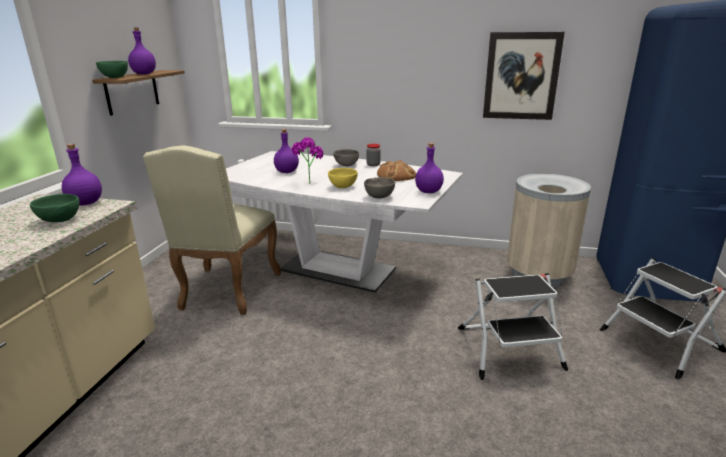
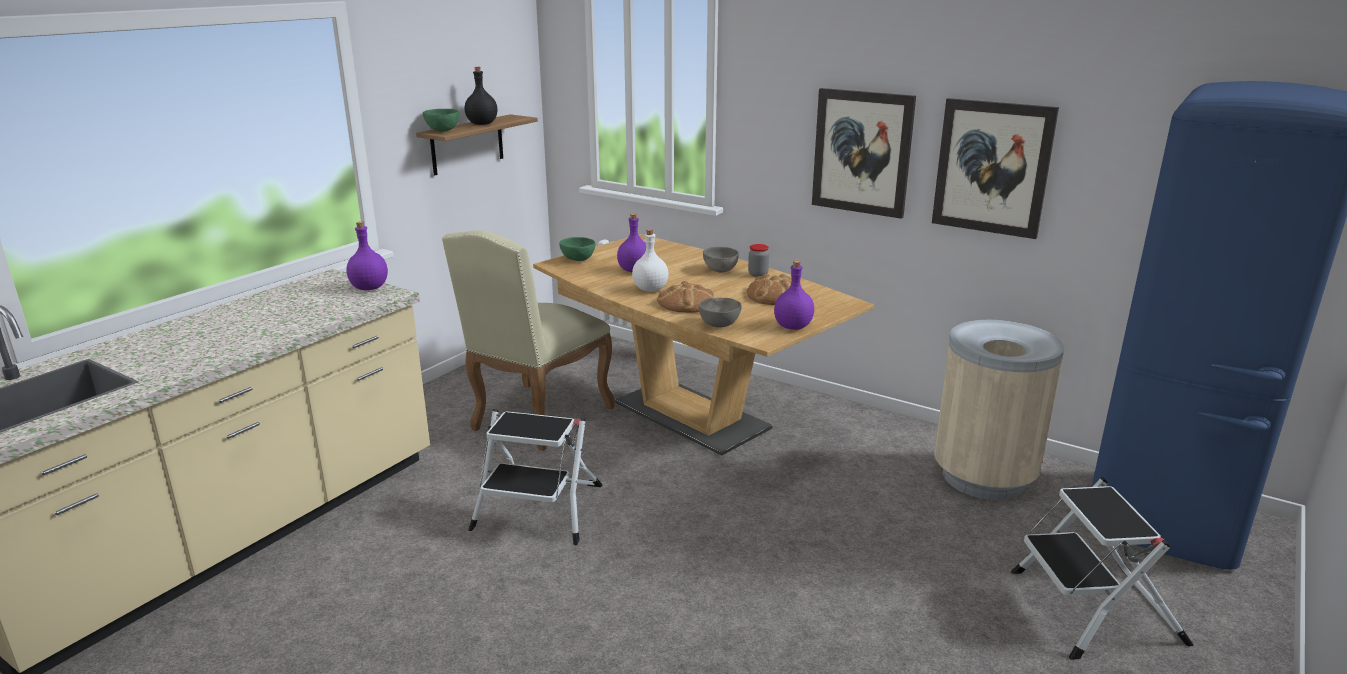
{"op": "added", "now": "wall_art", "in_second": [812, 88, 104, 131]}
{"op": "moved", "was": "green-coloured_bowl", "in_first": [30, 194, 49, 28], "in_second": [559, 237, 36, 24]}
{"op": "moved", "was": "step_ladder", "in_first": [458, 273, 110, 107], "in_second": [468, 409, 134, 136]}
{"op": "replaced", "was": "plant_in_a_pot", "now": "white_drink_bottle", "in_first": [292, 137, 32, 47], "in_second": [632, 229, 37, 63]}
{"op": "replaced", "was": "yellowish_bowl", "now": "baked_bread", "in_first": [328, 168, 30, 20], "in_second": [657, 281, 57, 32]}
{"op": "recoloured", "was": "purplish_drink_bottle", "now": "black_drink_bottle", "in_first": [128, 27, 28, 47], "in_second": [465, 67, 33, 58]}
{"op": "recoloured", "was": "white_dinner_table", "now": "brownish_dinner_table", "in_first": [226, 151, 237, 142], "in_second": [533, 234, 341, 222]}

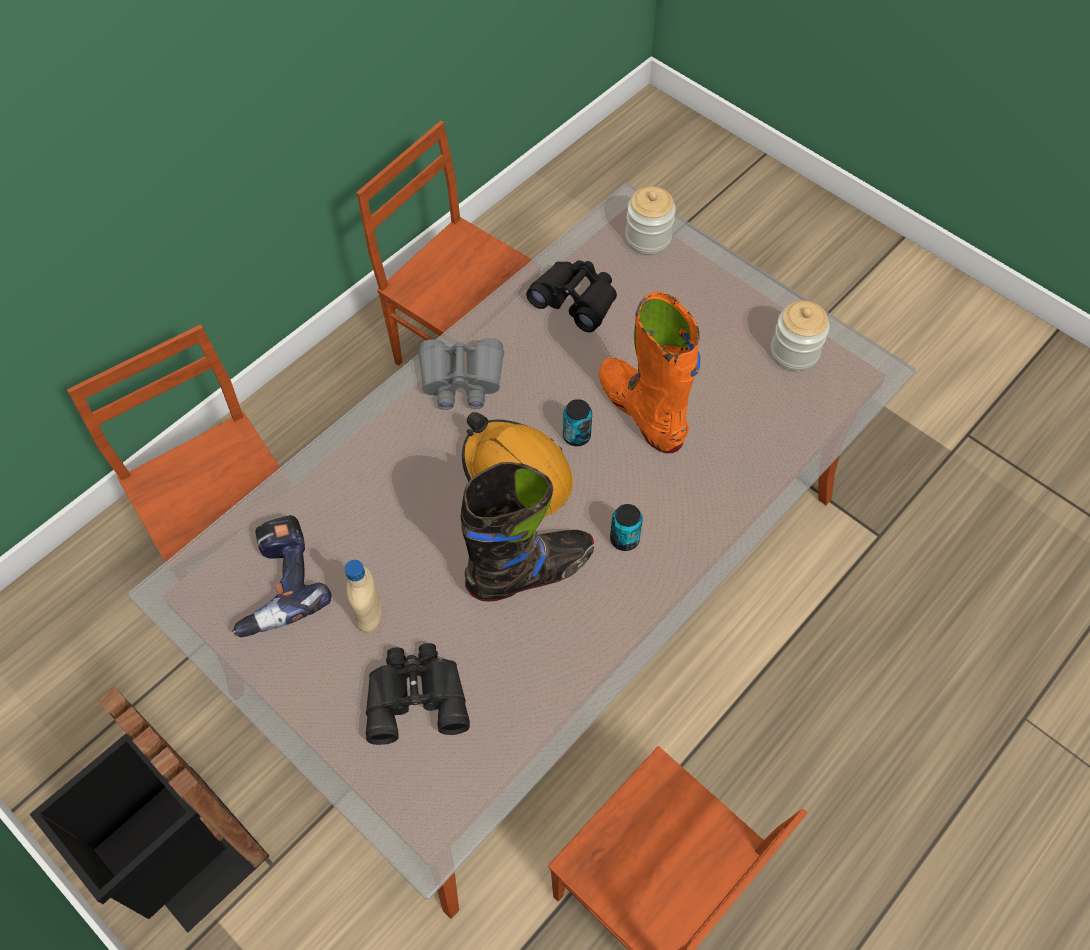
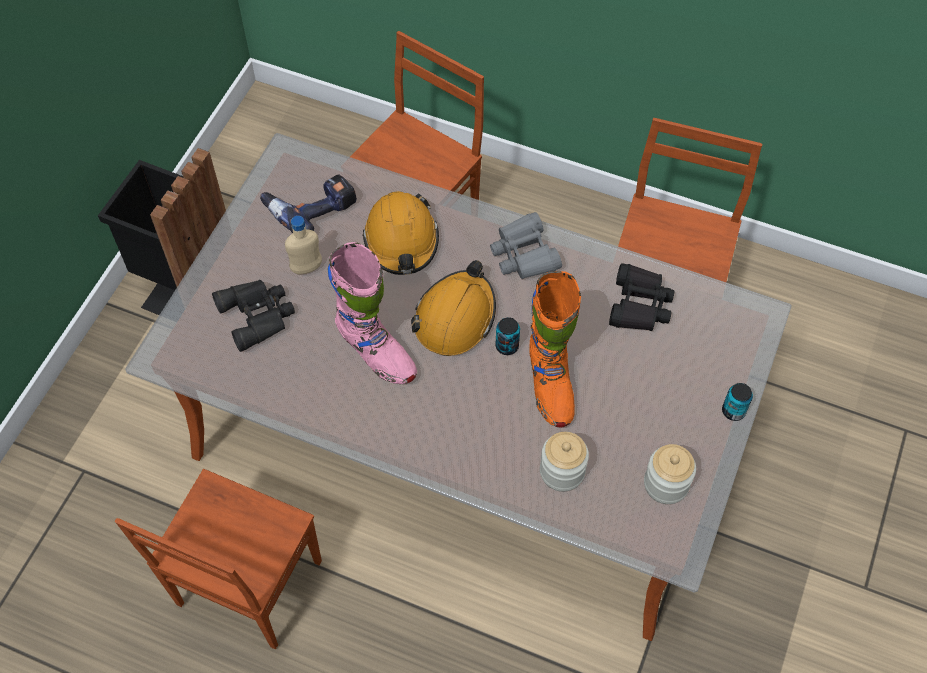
{"op": "added", "now": "orangey_hard_hat", "in_second": [363, 191, 76, 84]}
{"op": "moved", "was": "can", "in_first": [610, 504, 33, 47], "in_second": [722, 383, 31, 38]}
{"op": "moved", "was": "storage_jar", "in_first": [625, 186, 51, 69], "in_second": [540, 432, 49, 60]}
{"op": "recoloured", "was": "black_high-top_boot", "now": "pink_high-top_boot", "in_first": [461, 462, 133, 139], "in_second": [328, 242, 89, 142]}
{"op": "turned", "was": "orangey_high-top_boot", "in_first": [599, 292, 101, 161], "in_second": [529, 271, 52, 157], "clockwise": 135}

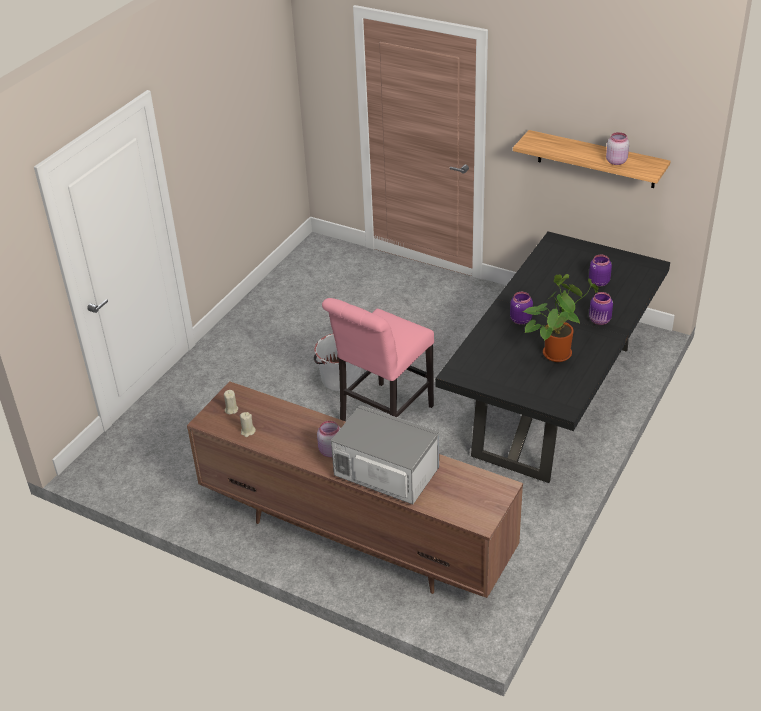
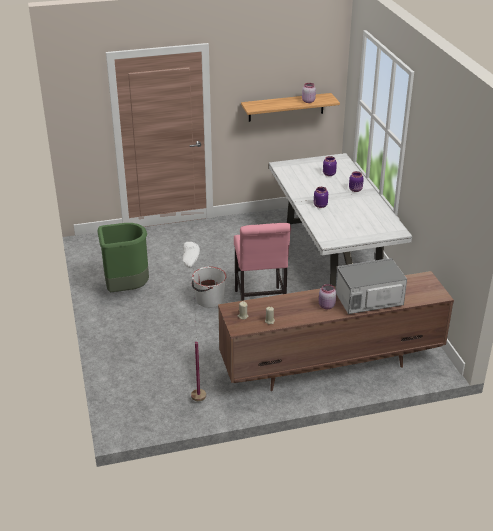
{"op": "removed", "was": "plant_in_a_pot", "in_first": [523, 274, 76, 88]}
{"op": "added", "now": "green-coloured_trash_can", "in_second": [97, 223, 52, 69]}
{"op": "added", "now": "white_standing_lamp", "in_second": [182, 242, 24, 159]}
{"op": "recoloured", "was": "black_dinner_table", "now": "white_dinner_table", "in_first": [435, 231, 235, 252], "in_second": [269, 153, 143, 133]}

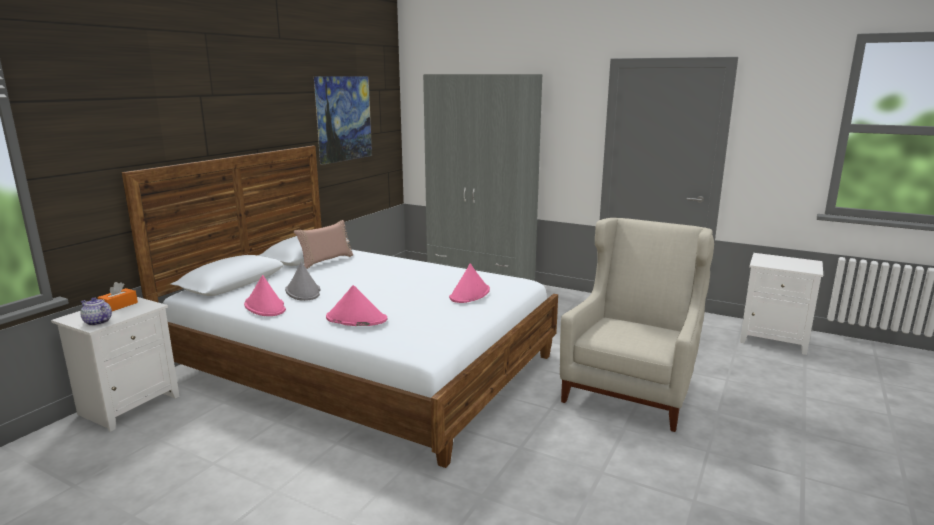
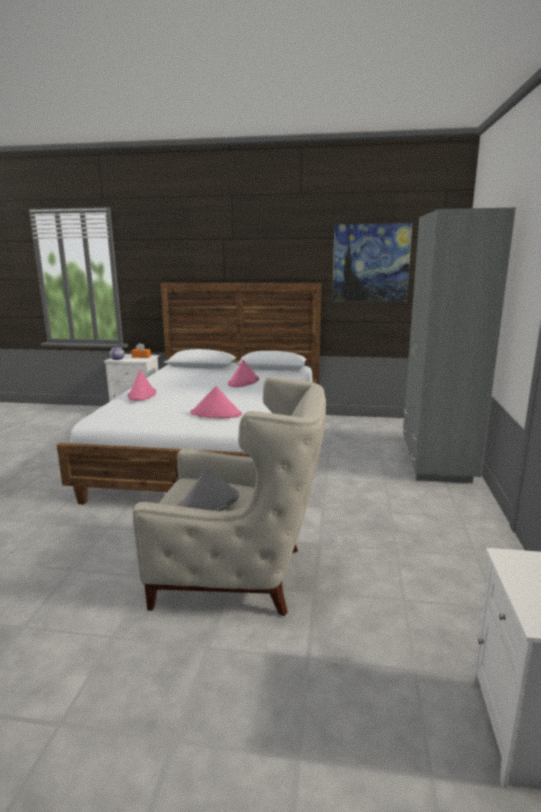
{"op": "removed", "was": "sand-coloured_pillow", "in_first": [294, 220, 59, 49]}
{"op": "moved", "was": "pink_wearable_hat", "in_first": [244, 275, 42, 41], "in_second": [228, 359, 31, 28]}
{"op": "moved", "was": "gray_wearable_hat", "in_first": [285, 261, 36, 40], "in_second": [178, 468, 61, 43]}

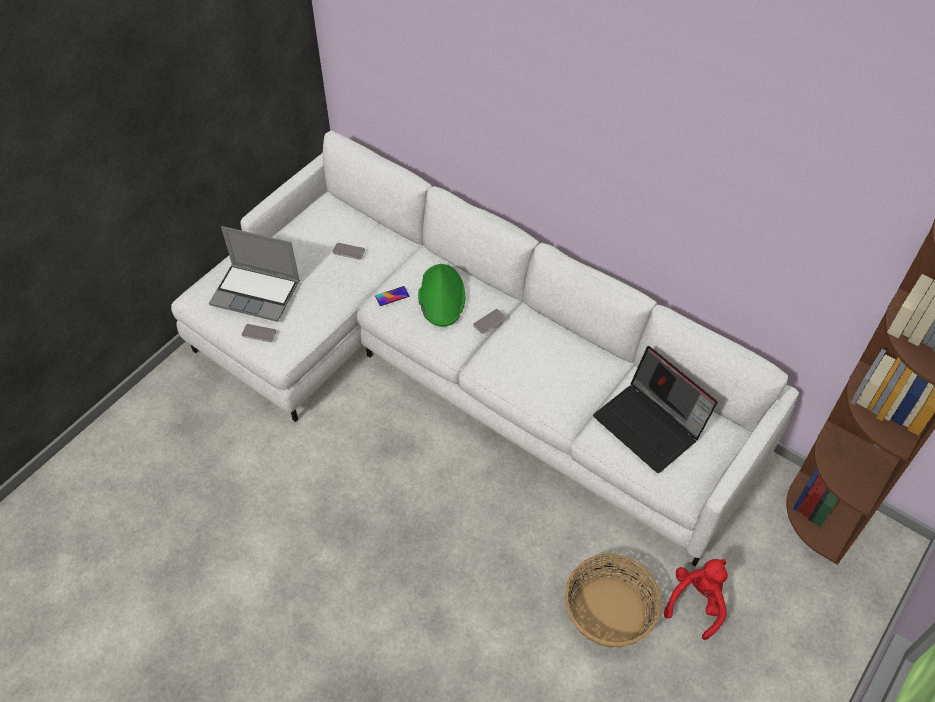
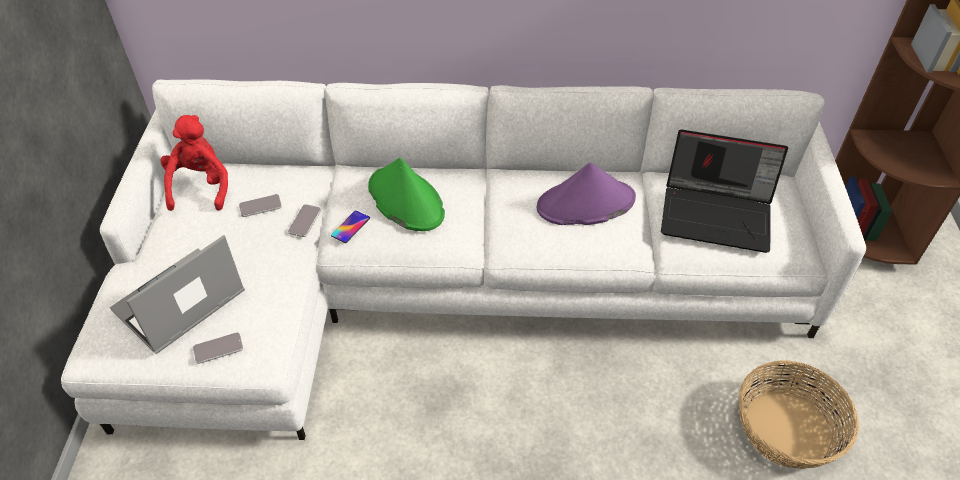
{"op": "added", "now": "purplish_wearable_hat", "in_second": [537, 163, 99, 62]}
{"op": "moved", "was": "telephone", "in_first": [473, 309, 33, 25], "in_second": [288, 204, 33, 33]}
{"op": "moved", "was": "red_soft_toy", "in_first": [664, 559, 64, 81], "in_second": [161, 115, 67, 96]}
{"op": "turned", "was": "laptop", "in_first": [209, 226, 91, 96], "in_second": [109, 235, 136, 119], "clockwise": 150}

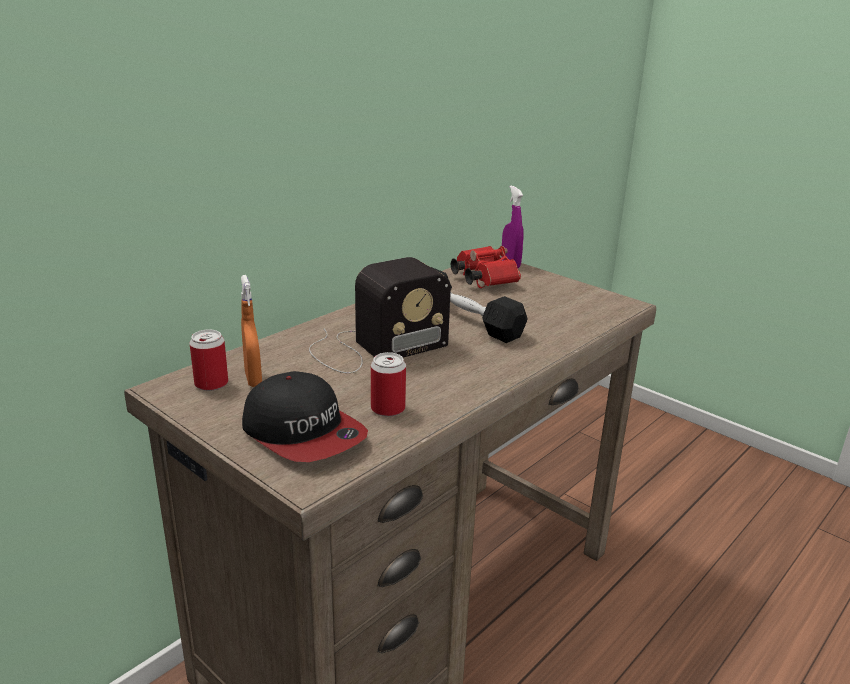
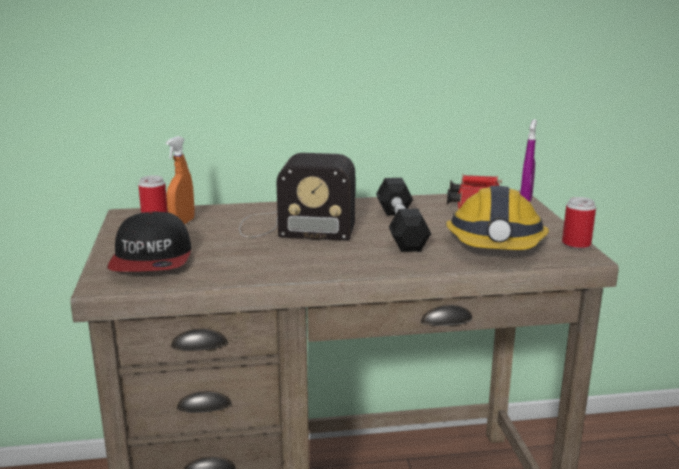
{"op": "added", "now": "hard_hat", "in_second": [446, 186, 103, 64]}
{"op": "moved", "was": "can", "in_first": [371, 352, 35, 65], "in_second": [562, 197, 34, 52]}

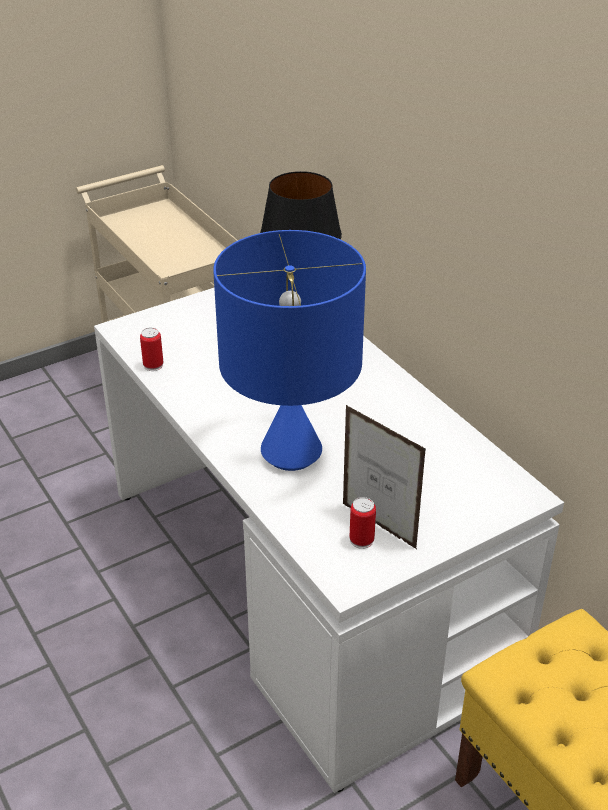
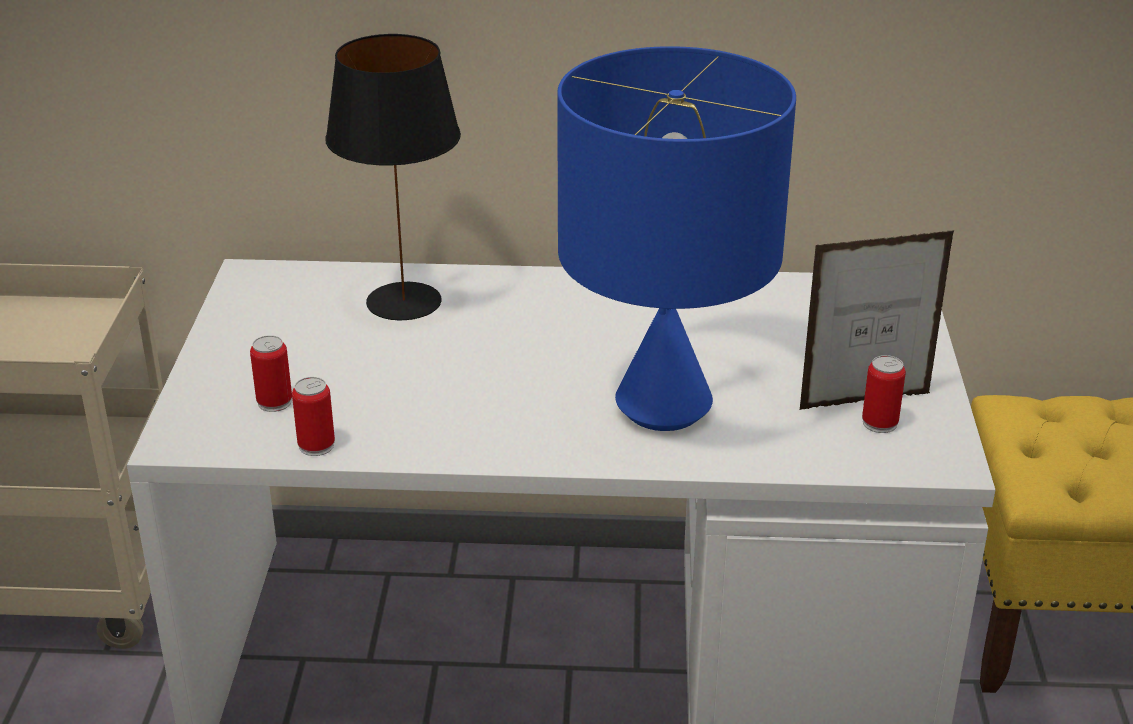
{"op": "added", "now": "can", "in_second": [250, 335, 42, 77]}

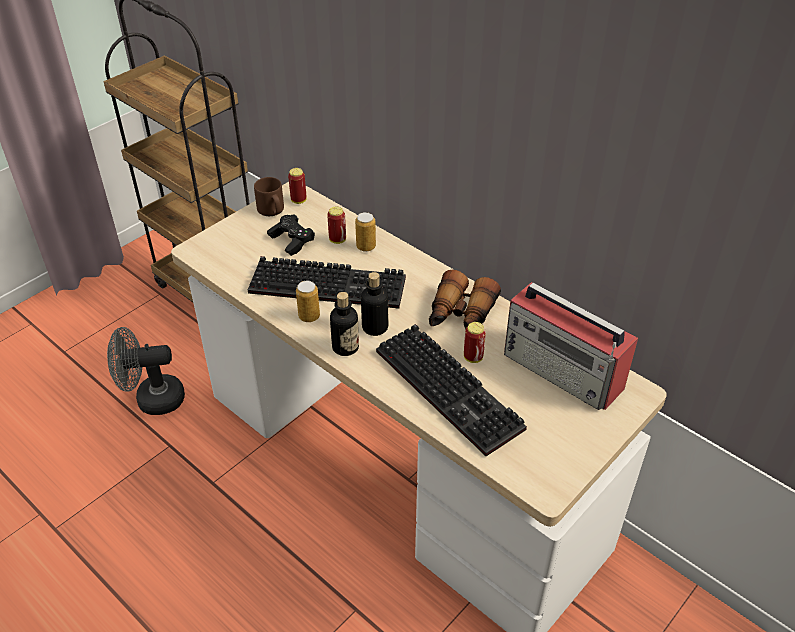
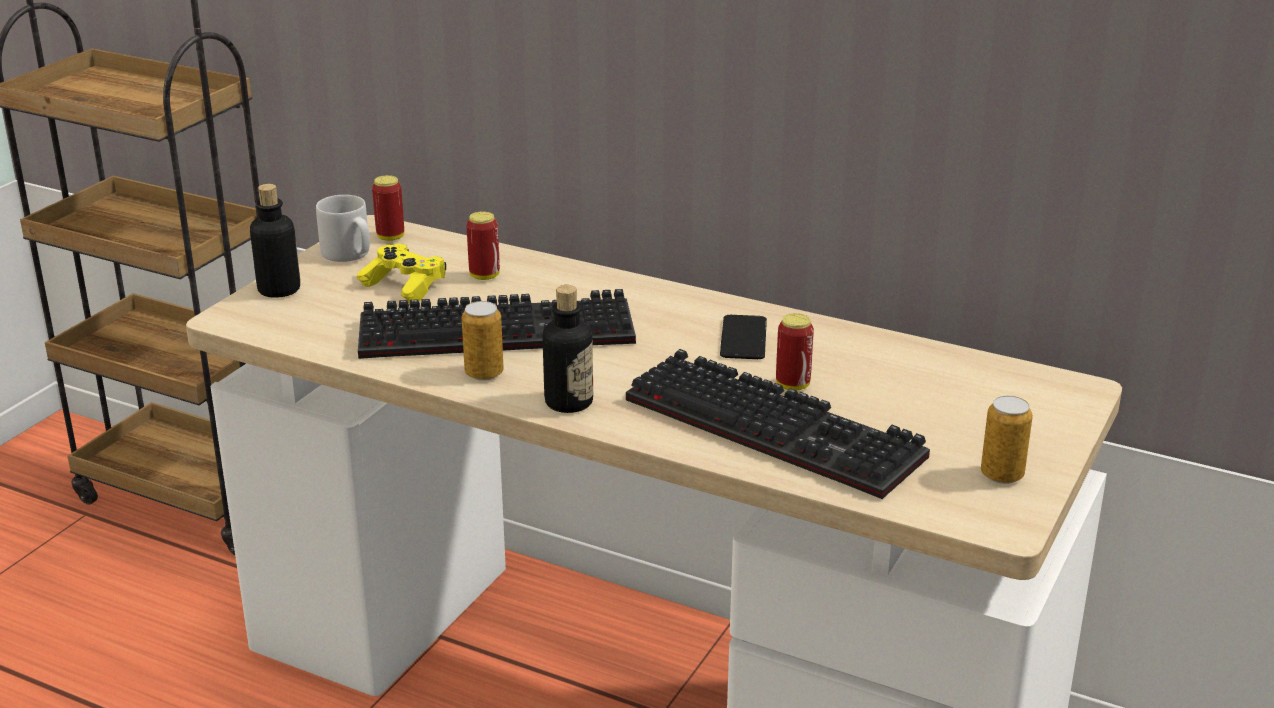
{"op": "removed", "was": "gray_fan", "in_first": [107, 327, 78, 88]}
{"op": "removed", "was": "radio", "in_first": [504, 282, 134, 128]}
{"op": "moved", "was": "can", "in_first": [355, 212, 21, 40], "in_second": [981, 396, 52, 88]}
{"op": "moved", "was": "drink_bottle", "in_first": [361, 272, 27, 64], "in_second": [250, 184, 50, 114]}
{"op": "replaced", "was": "field_glasses", "now": "telephone", "in_first": [429, 270, 72, 59], "in_second": [720, 315, 47, 44]}
{"op": "recoloured", "was": "brownish_mug", "now": "gray_mug", "in_first": [254, 177, 30, 39], "in_second": [316, 195, 54, 67]}
{"op": "recoloured", "was": "black_game_controller", "now": "yellowish_game_controller", "in_first": [267, 214, 48, 42], "in_second": [357, 243, 89, 60]}

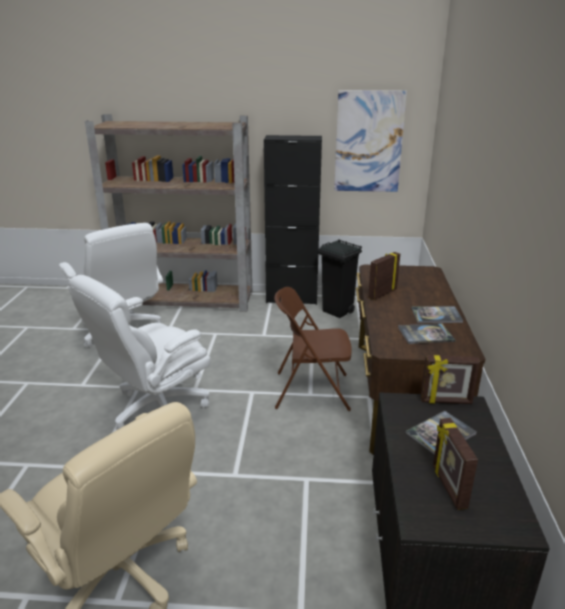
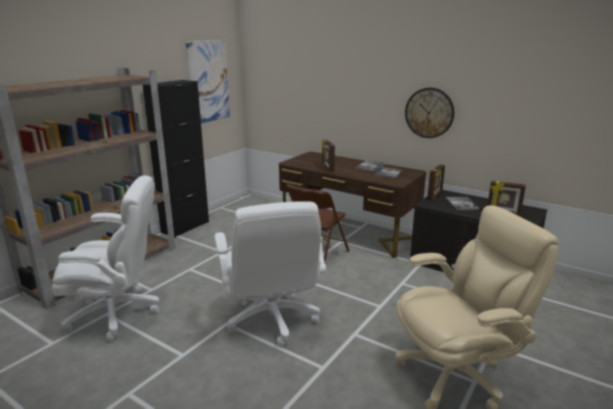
{"op": "removed", "was": "black_trash_can", "in_first": [317, 239, 45, 79]}
{"op": "added", "now": "clock_on_the_wall", "in_second": [405, 88, 49, 50]}

